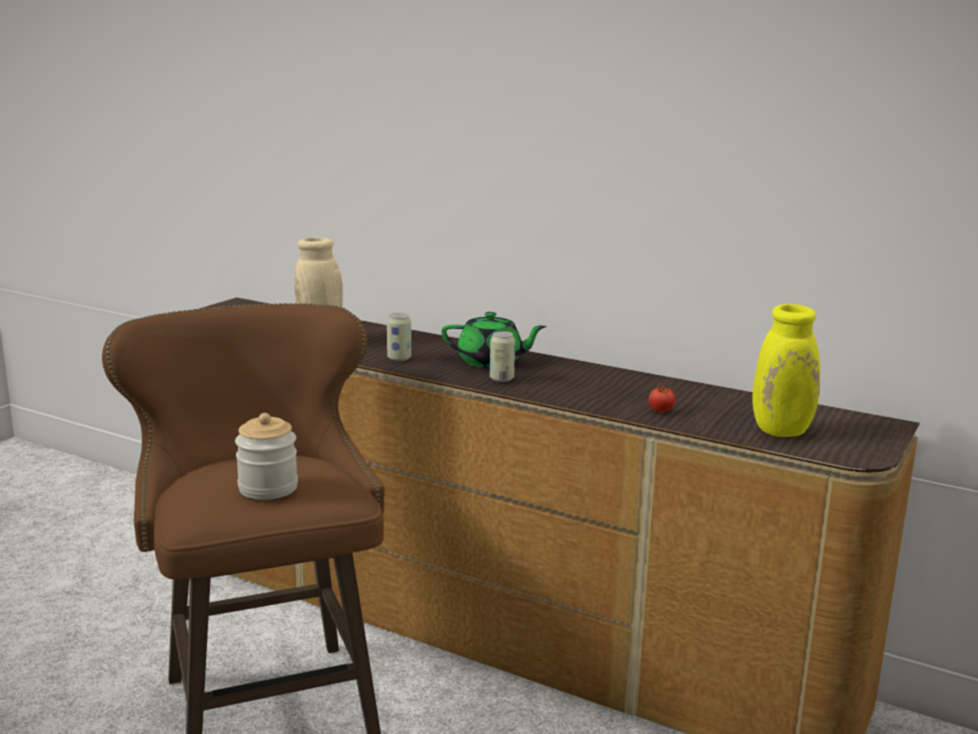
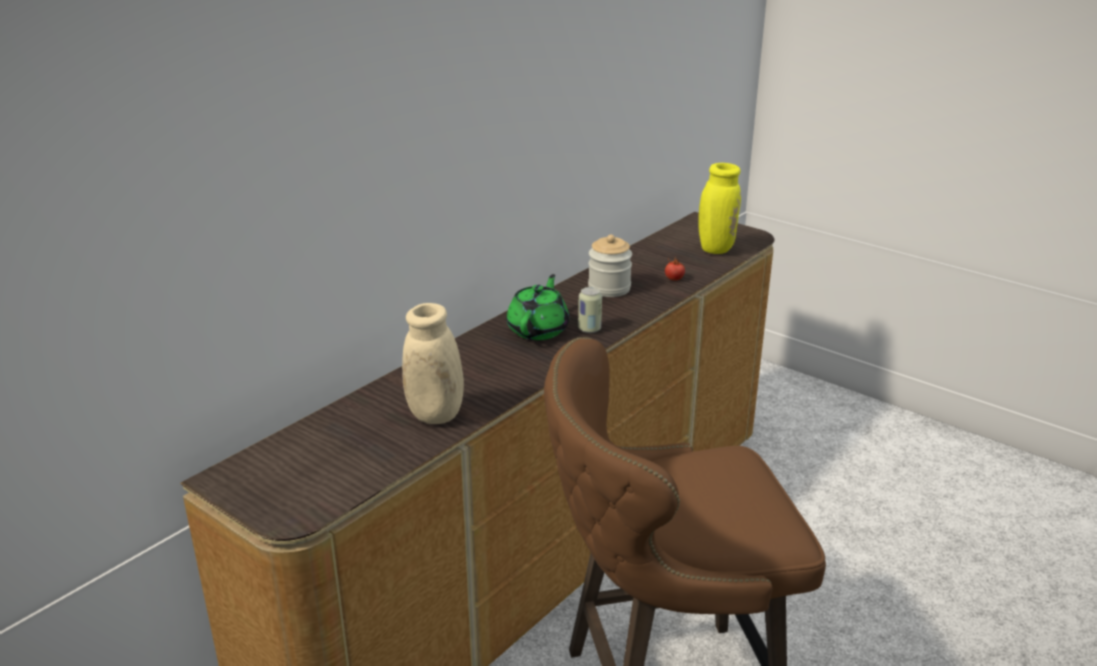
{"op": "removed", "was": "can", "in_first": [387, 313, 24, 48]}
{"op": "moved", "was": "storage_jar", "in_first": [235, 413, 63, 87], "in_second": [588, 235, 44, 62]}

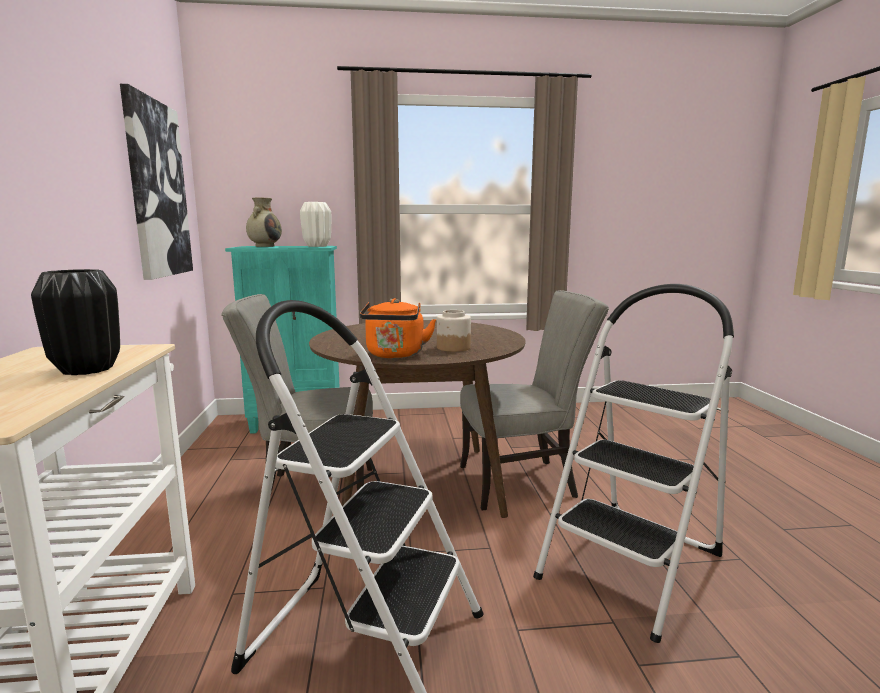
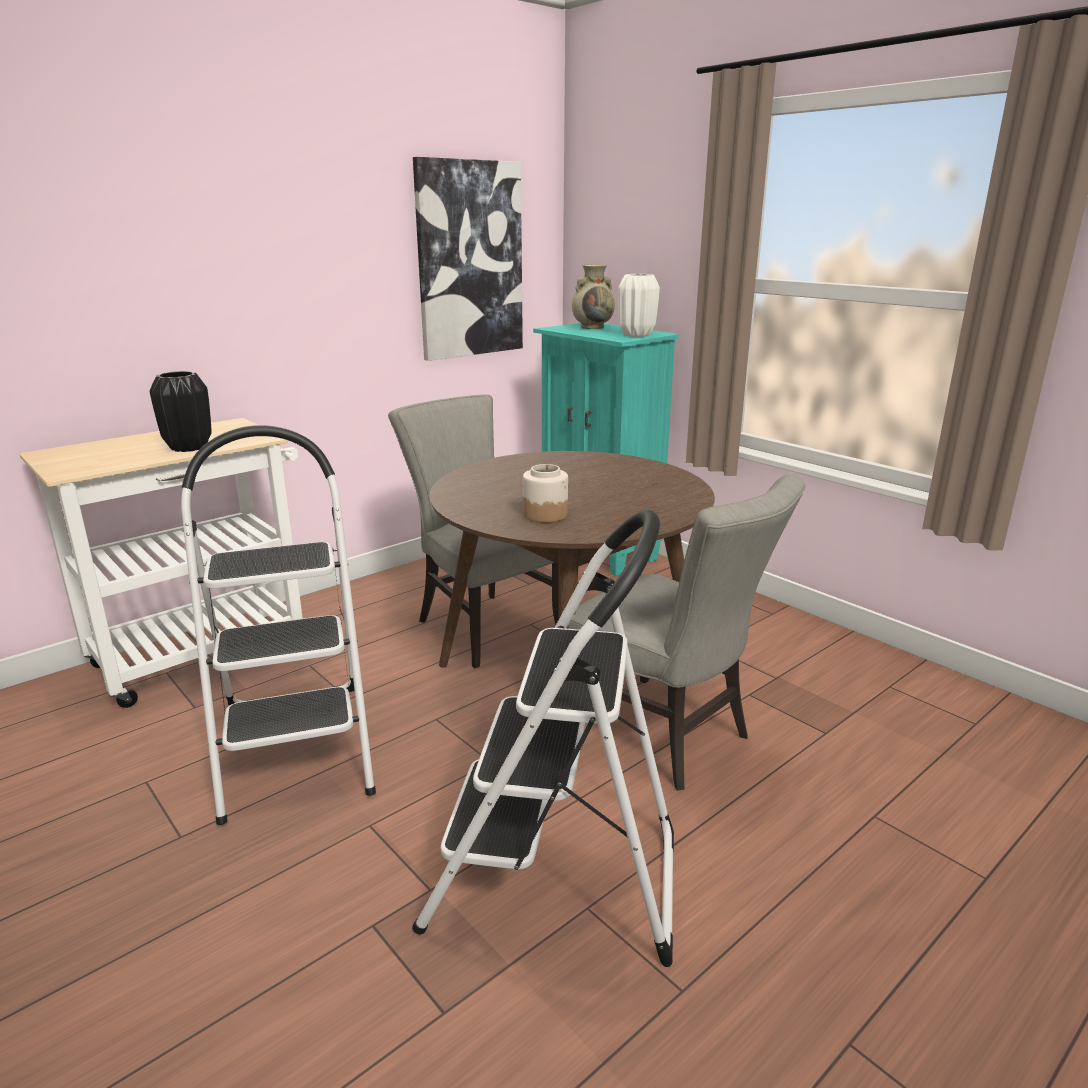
{"op": "removed", "was": "orangey_water_kettle", "in_first": [360, 298, 76, 60]}

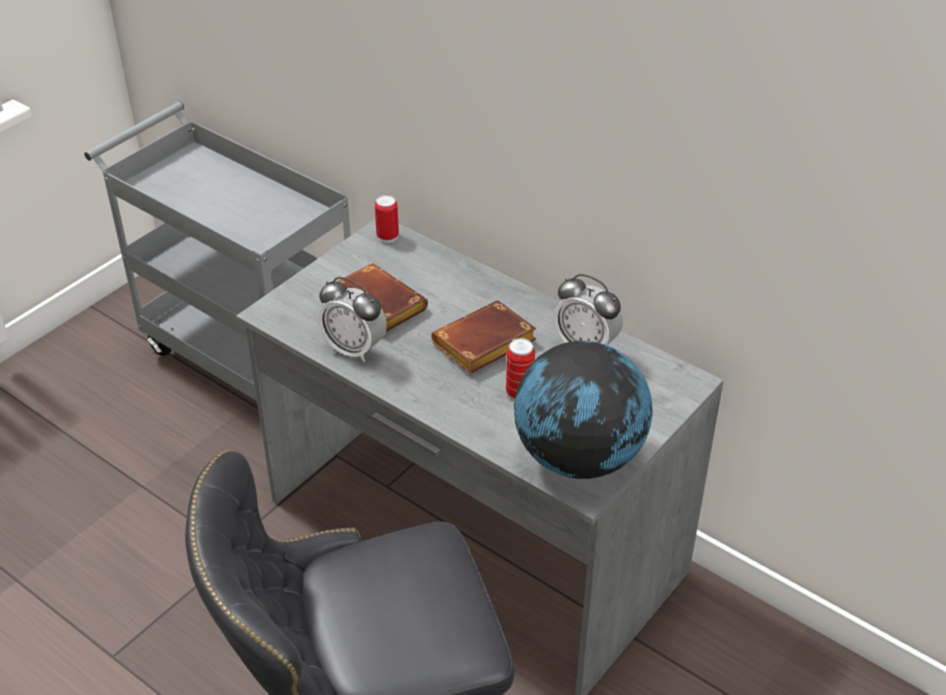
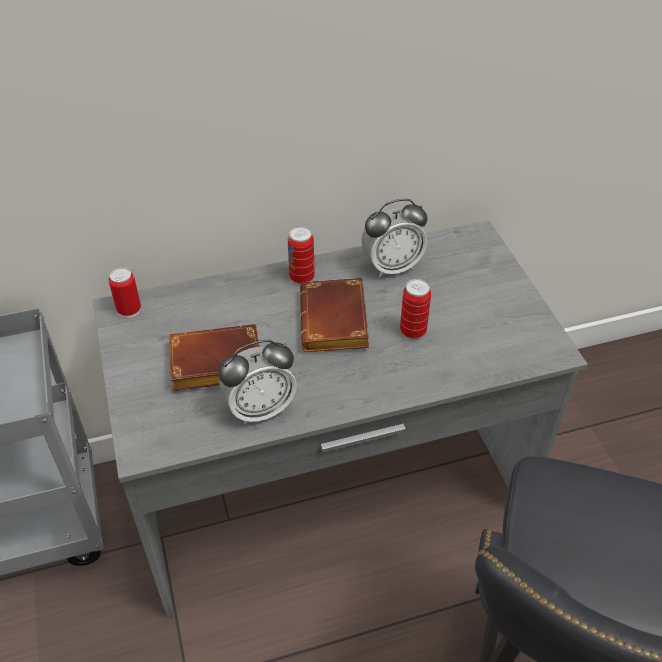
{"op": "removed", "was": "globe", "in_first": [514, 341, 138, 138]}
{"op": "added", "now": "can", "in_second": [288, 226, 27, 58]}

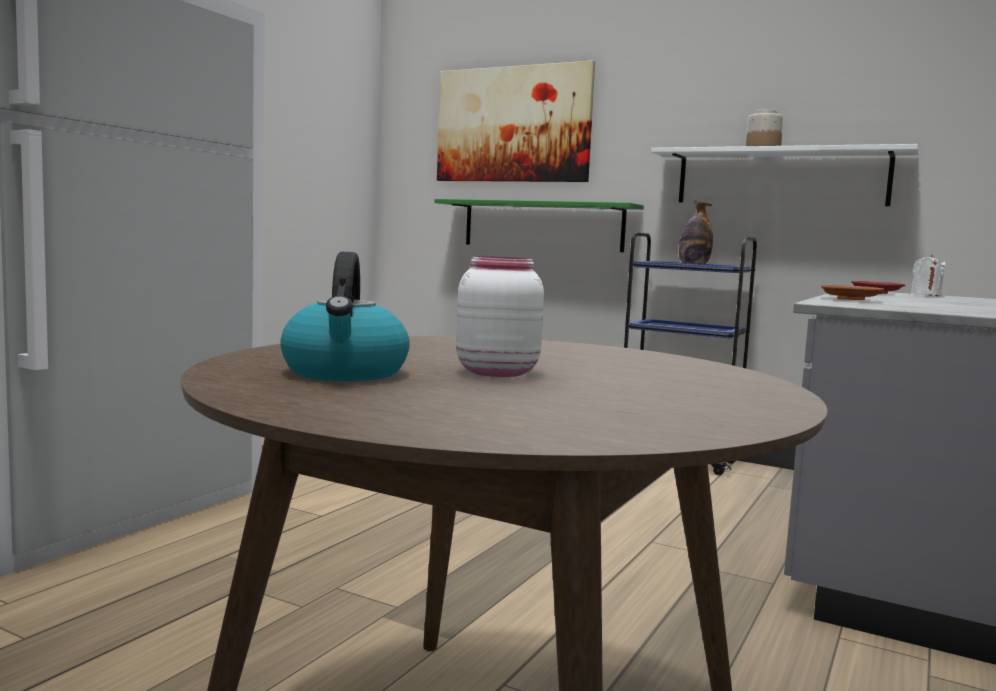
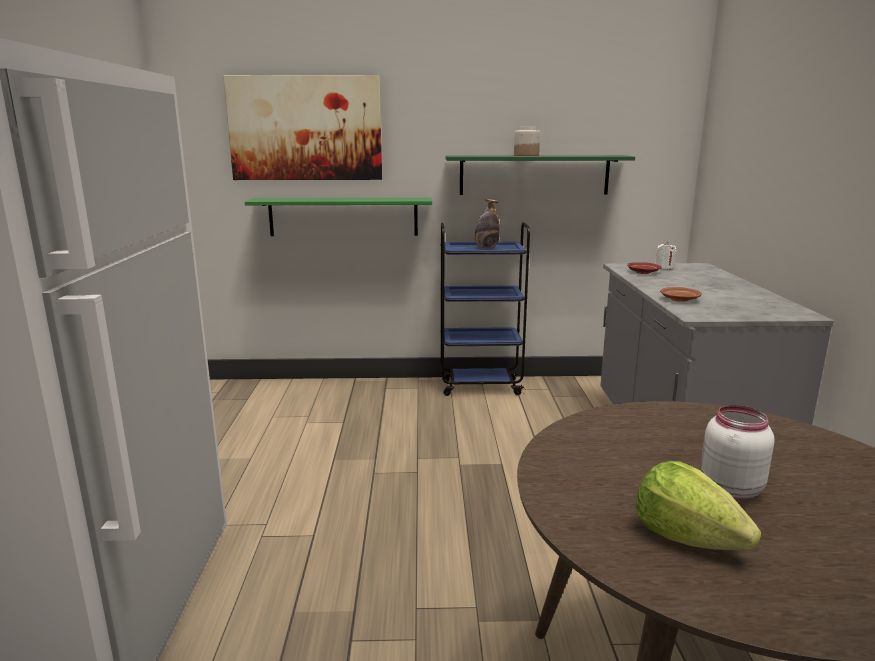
{"op": "replaced", "was": "water_kettle", "now": "head_of_lettuce", "in_first": [280, 252, 130, 129], "in_second": [635, 461, 126, 89]}
{"op": "recoloured", "was": "white_bracket_shelf", "now": "green-coloured_bracket_shelf", "in_first": [651, 144, 268, 62], "in_second": [446, 155, 189, 40]}

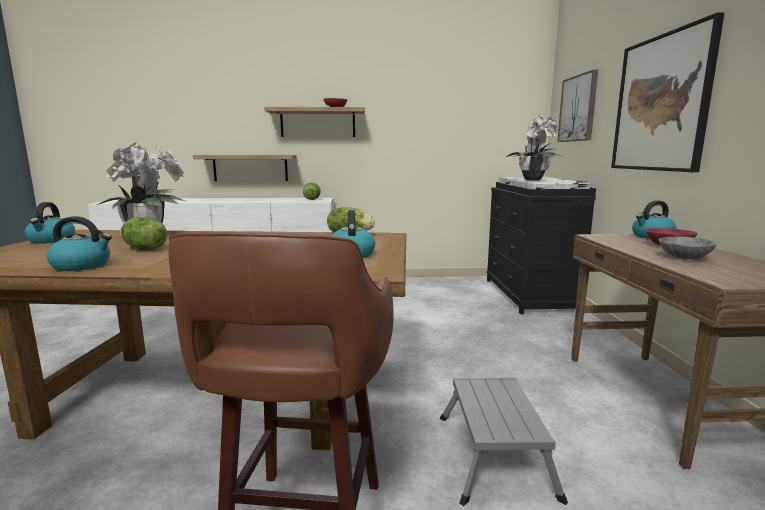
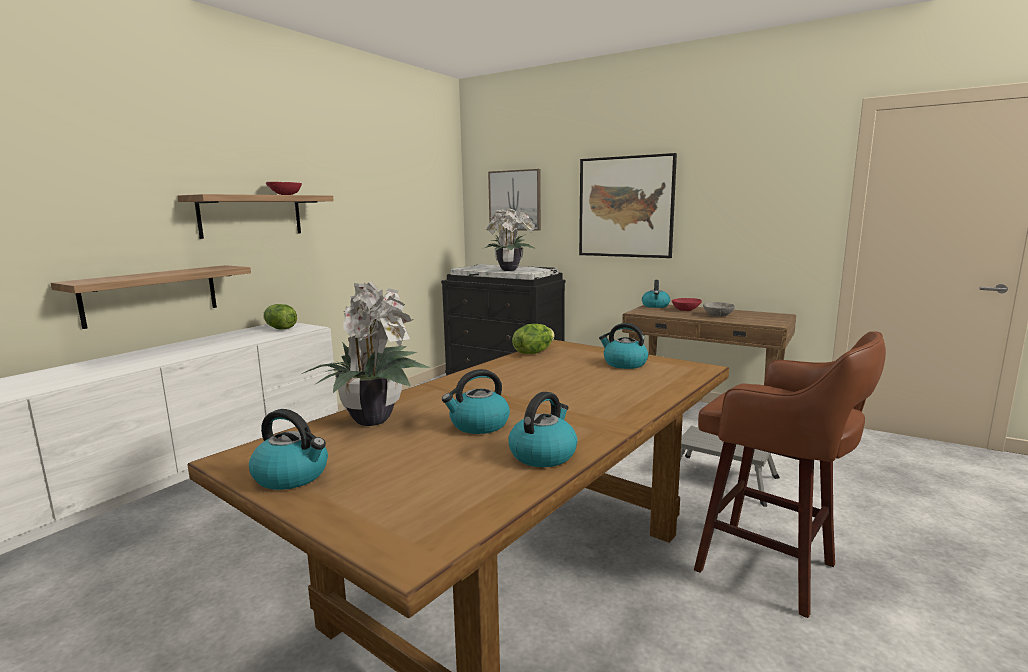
{"op": "replaced", "was": "head_of_lettuce", "now": "water_kettle", "in_first": [120, 217, 47, 33], "in_second": [442, 369, 68, 65]}

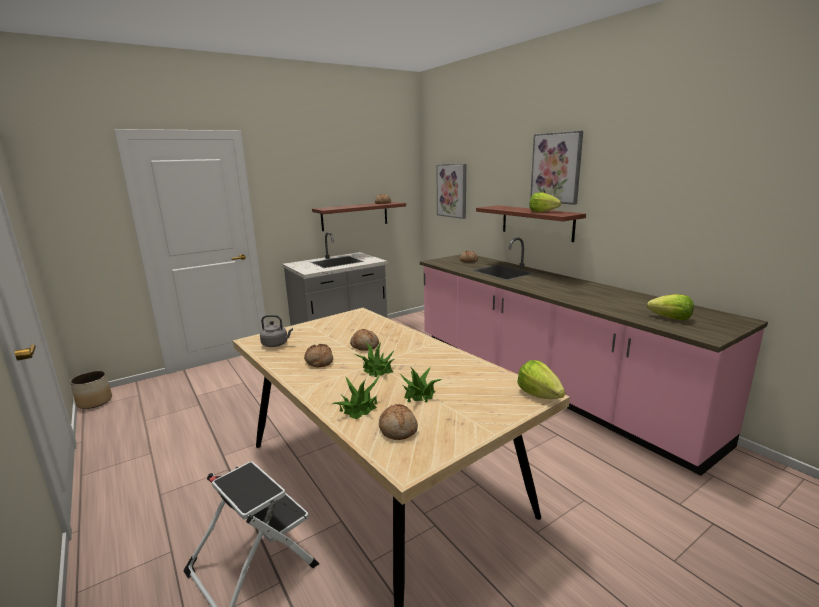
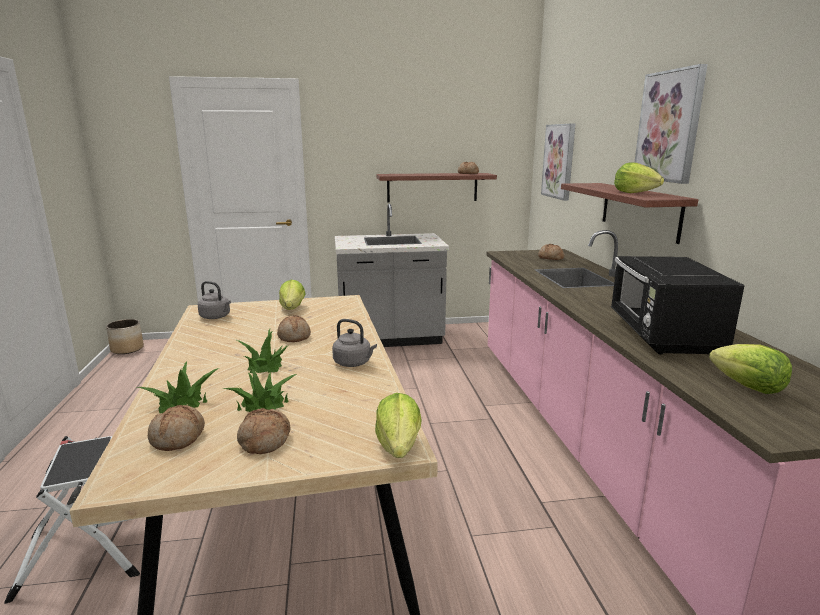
{"op": "added", "now": "head_of_lettuce", "in_second": [279, 280, 27, 30]}
{"op": "added", "now": "gray_water_kettle", "in_second": [332, 319, 45, 48]}
{"op": "added", "now": "black_microwave_oven", "in_second": [611, 256, 134, 99]}
{"op": "moved", "was": "baked_bread", "in_first": [304, 344, 29, 24], "in_second": [237, 408, 54, 46]}

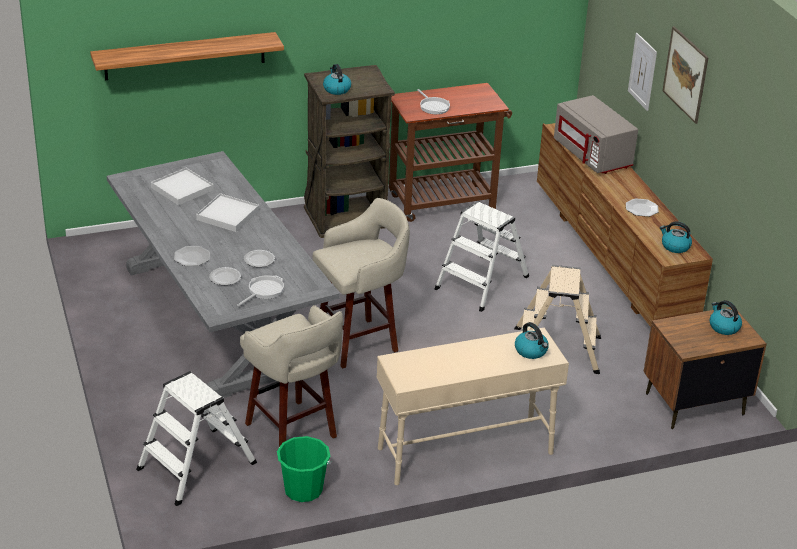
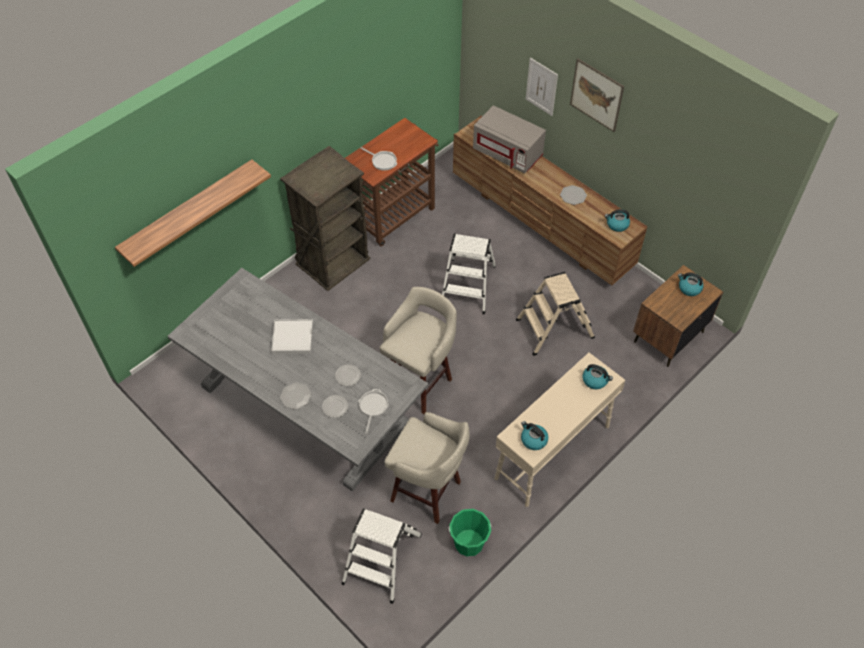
{"op": "removed", "was": "white_carrying_tray", "in_first": [151, 168, 63, 37]}
{"op": "moved", "was": "water_kettle", "in_first": [323, 64, 28, 31], "in_second": [521, 421, 27, 29]}

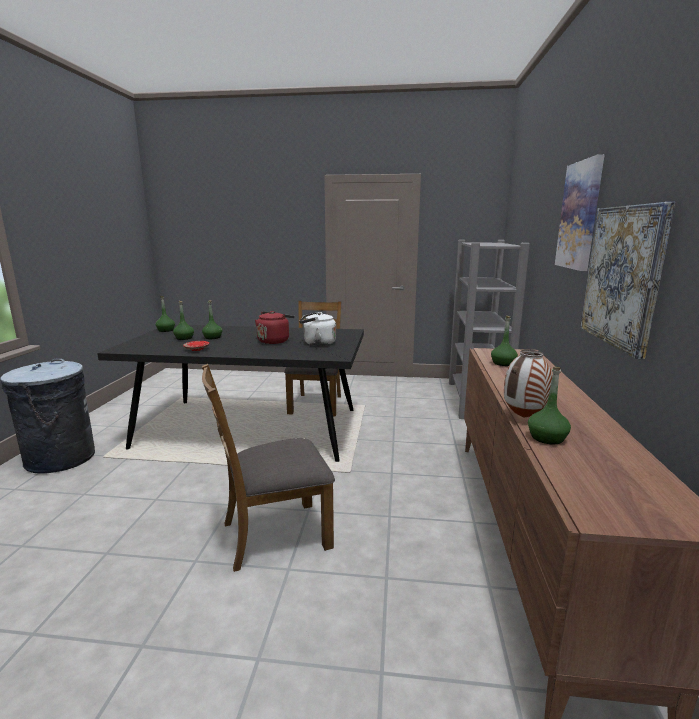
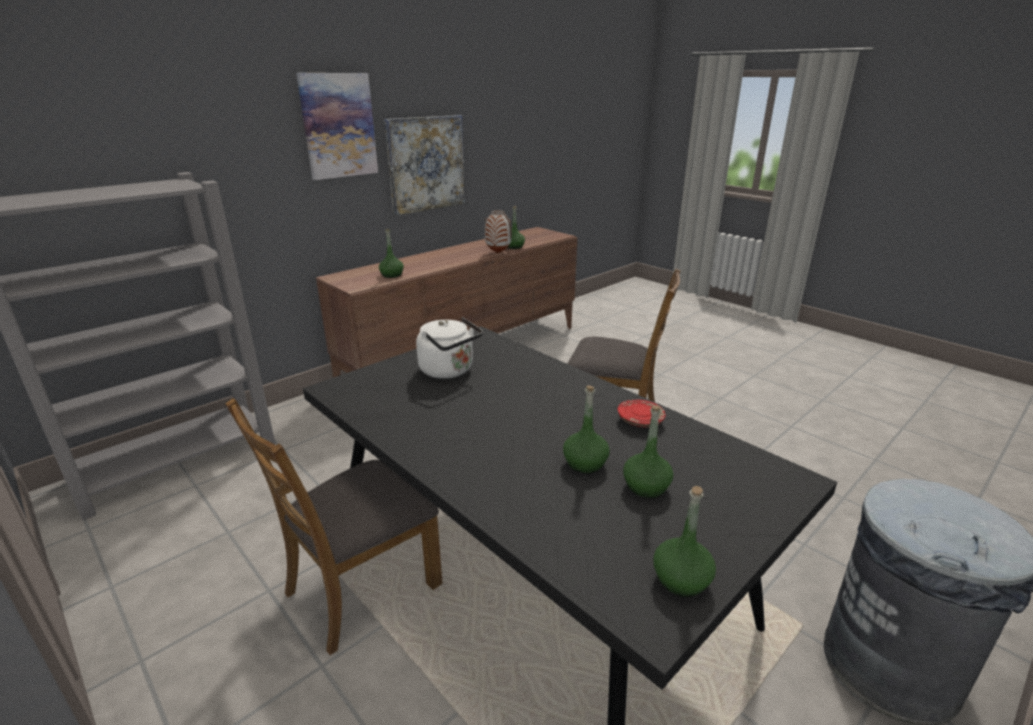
{"op": "removed", "was": "red_water_kettle", "in_first": [255, 311, 39, 33]}

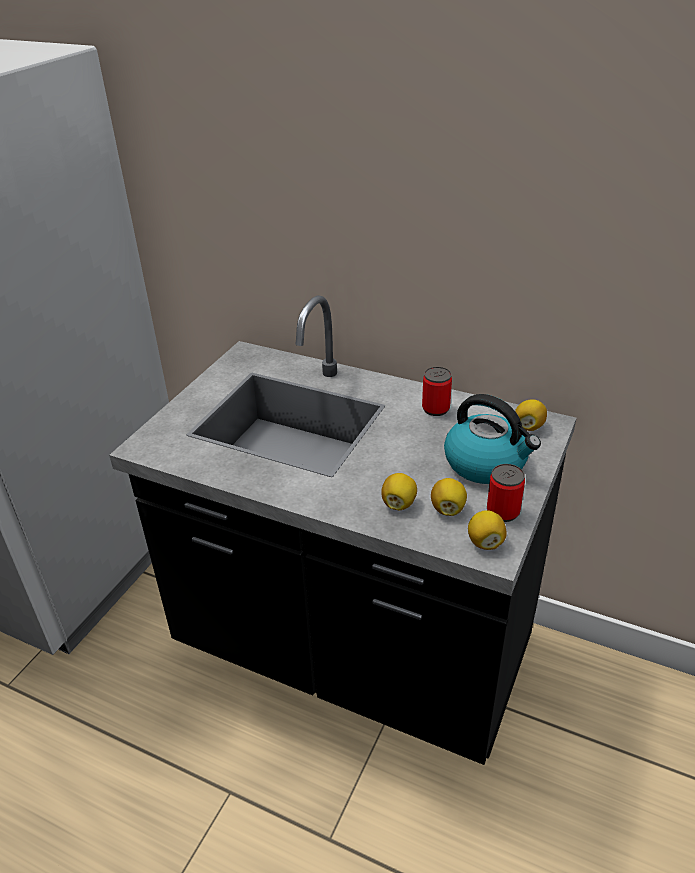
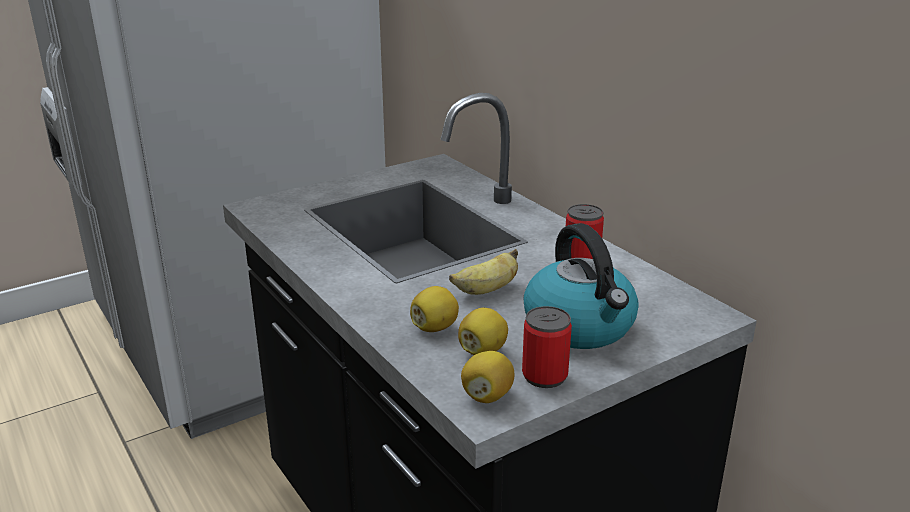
{"op": "removed", "was": "citrus_fruit", "in_first": [515, 399, 32, 32]}
{"op": "added", "now": "whole_banana", "in_second": [449, 249, 69, 46]}

